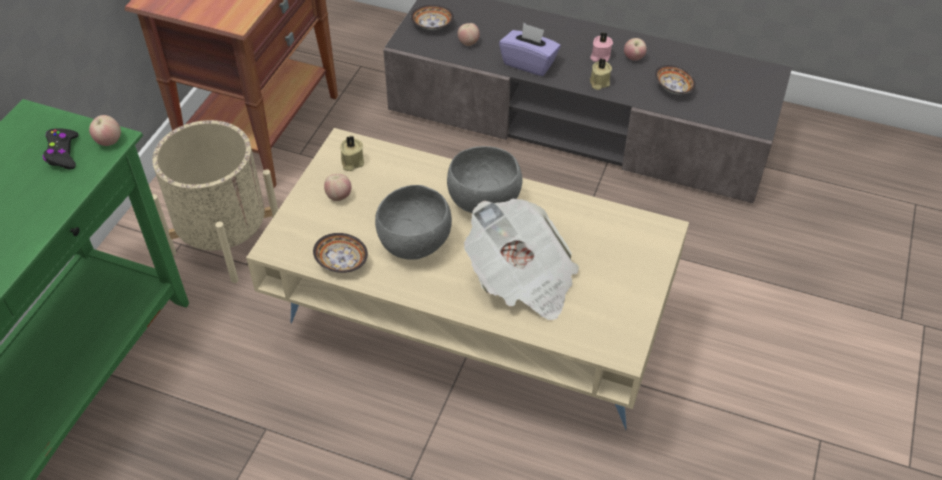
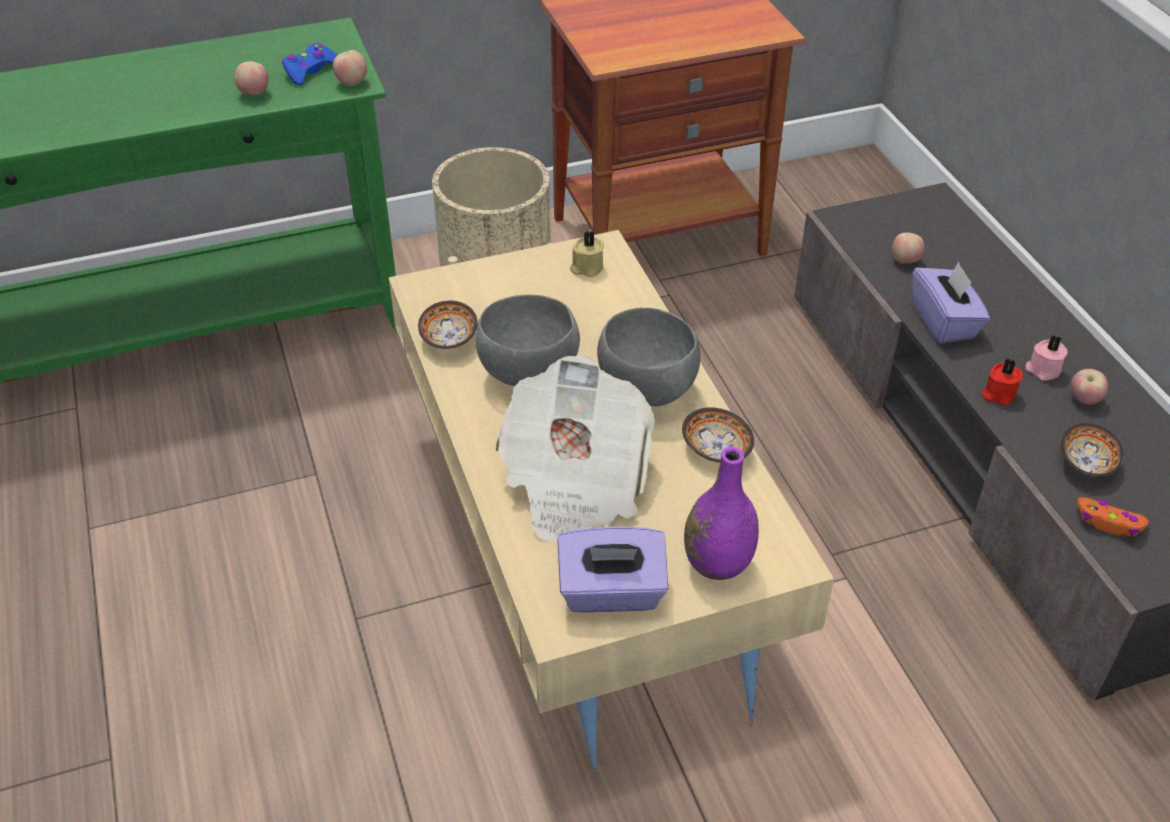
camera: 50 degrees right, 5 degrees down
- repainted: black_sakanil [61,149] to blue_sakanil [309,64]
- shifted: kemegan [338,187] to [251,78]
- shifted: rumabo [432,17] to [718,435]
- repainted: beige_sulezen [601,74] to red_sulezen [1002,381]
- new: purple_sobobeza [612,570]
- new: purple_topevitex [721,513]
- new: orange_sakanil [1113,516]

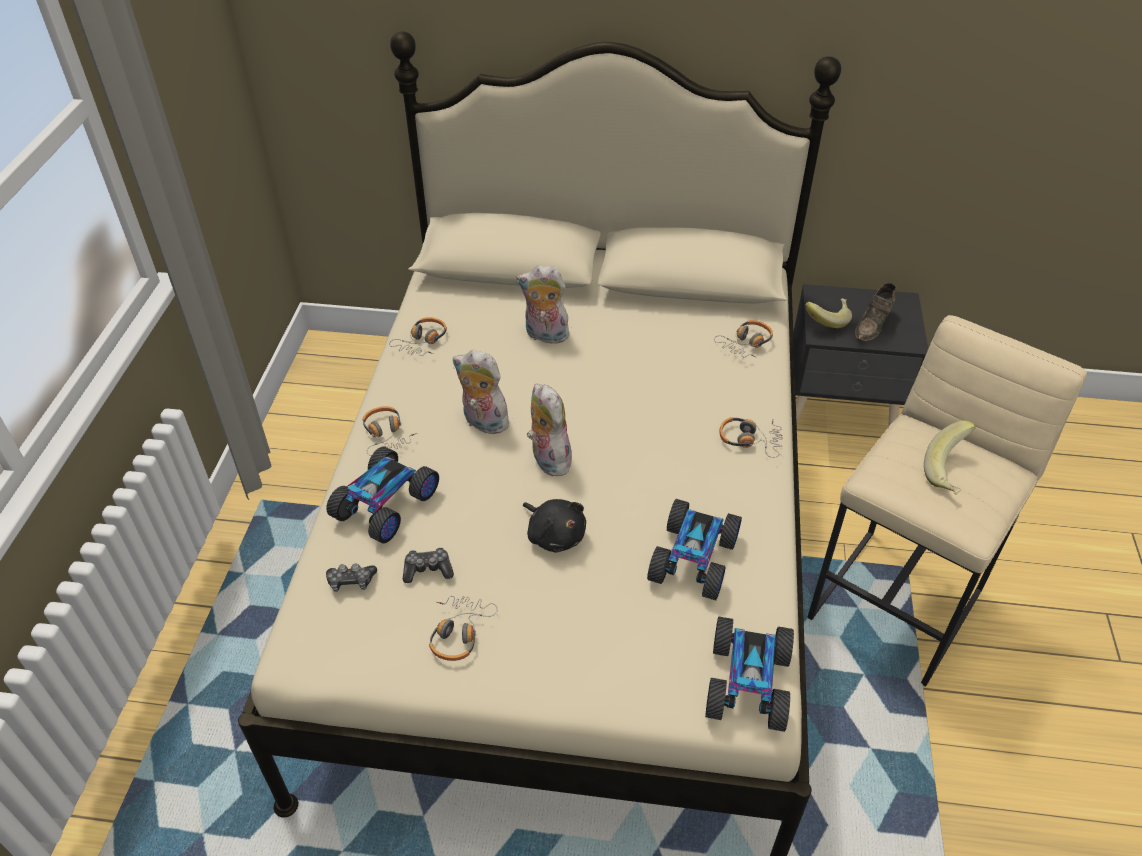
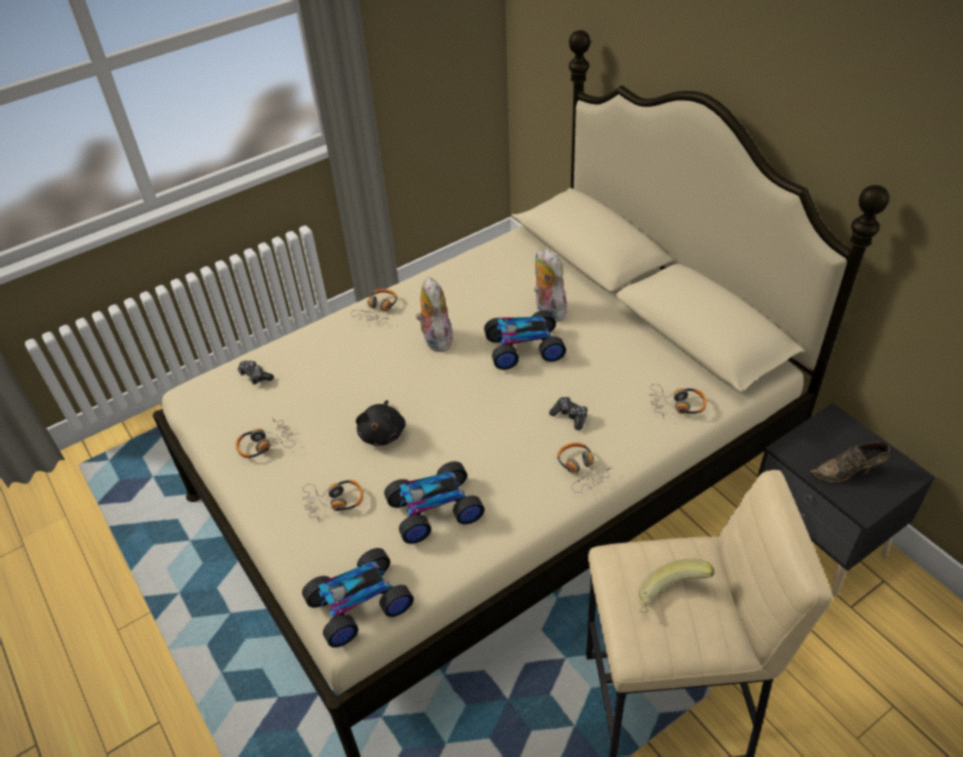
camera: 50 degrees right, 0 degrees up
- shifted: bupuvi [382,495] to [525,340]
- shifted: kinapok [418,336] to [332,500]
- shifted: sakanil [428,565] to [568,413]
- gone: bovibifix [549,429]
- gone: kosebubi [828,313]

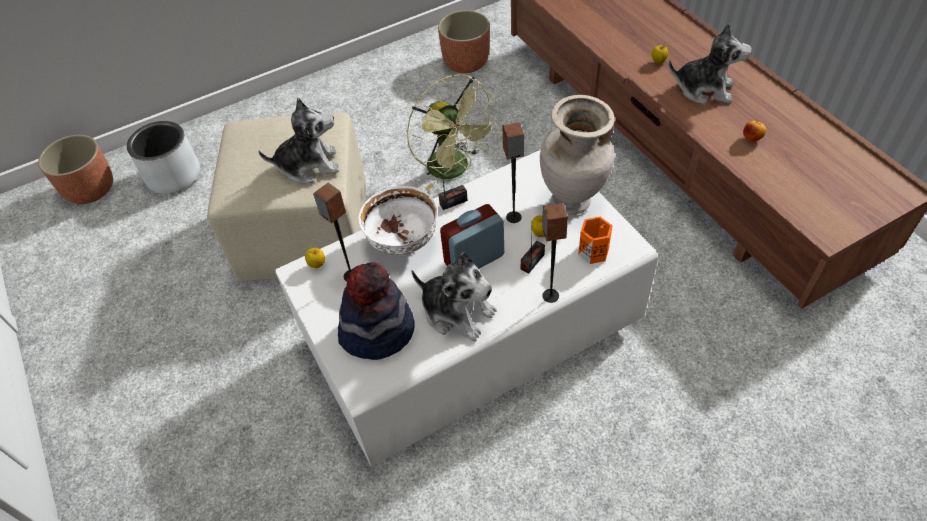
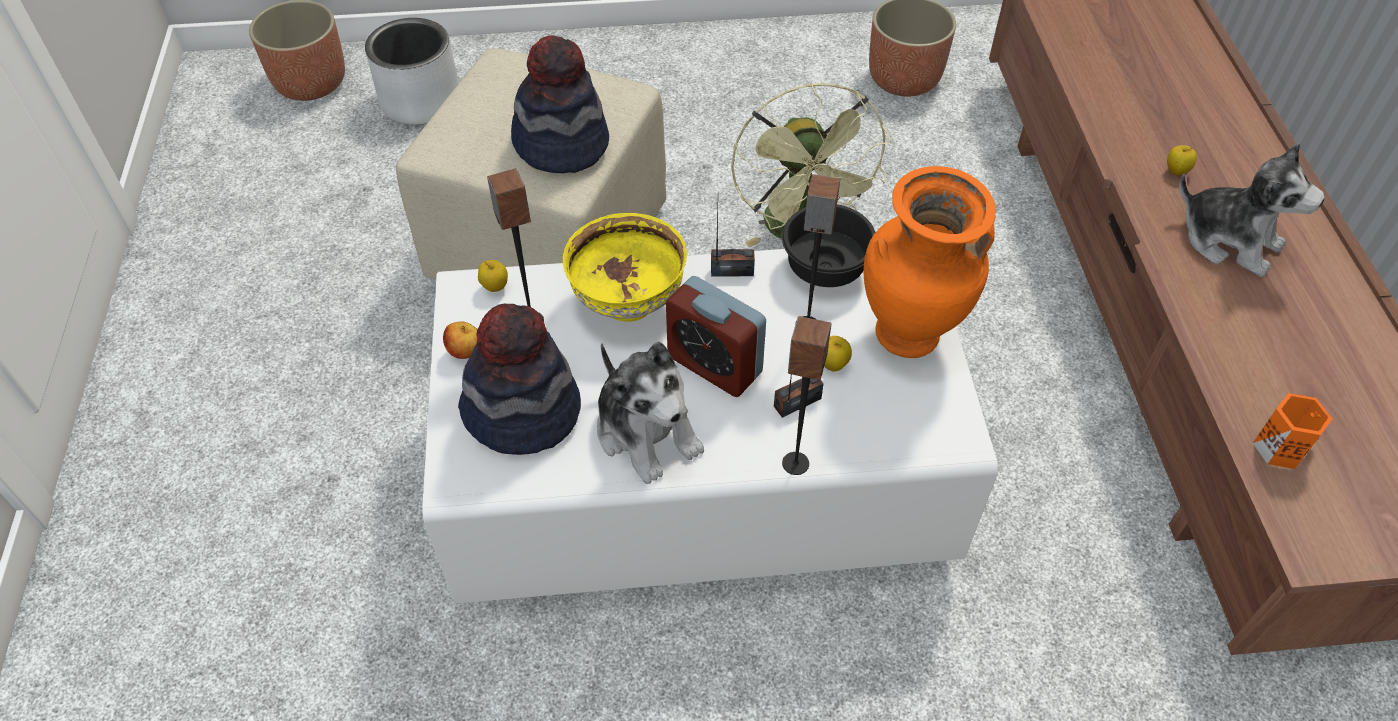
camera: 20 degrees right, 0 degrees up
- swapped: bovibifix [299,140] to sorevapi [560,104]
- repainted: white_rumabo [397,221] to yellow_rumabo [625,267]
- rotated: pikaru [472,236] = [716,336] 135 degrees counterclockwise
- repainted: beige_topevitex [577,155] to orange_topevitex [929,262]
- shifted: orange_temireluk [595,240] to [1292,431]
- shifted: kemegan [754,131] to [460,340]
- new: black_rumabo [828,245]

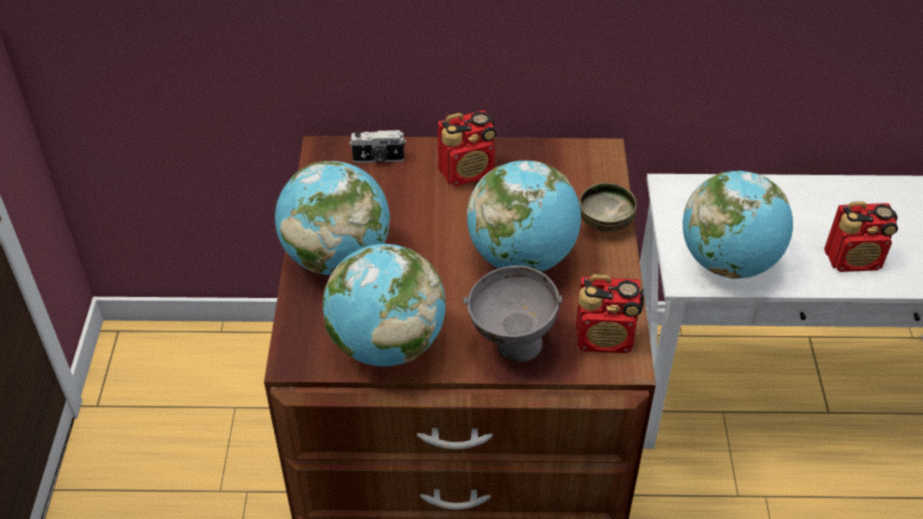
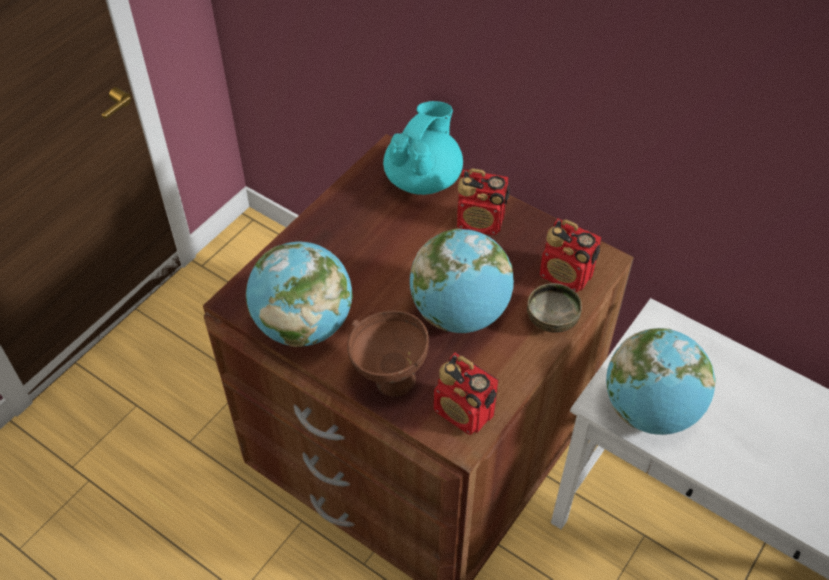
camera: 35 degrees right, 5 degrees up
- gone: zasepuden [332,218]
- swapped: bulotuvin [377,146] to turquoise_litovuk [423,148]
- repainted: grey_rumabo [512,314] to brown_rumabo [388,353]
- shifted: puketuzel [861,236] to [571,255]

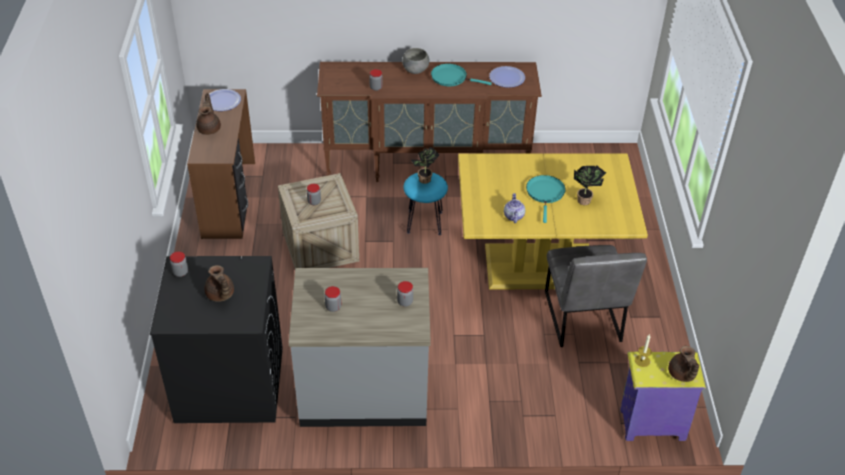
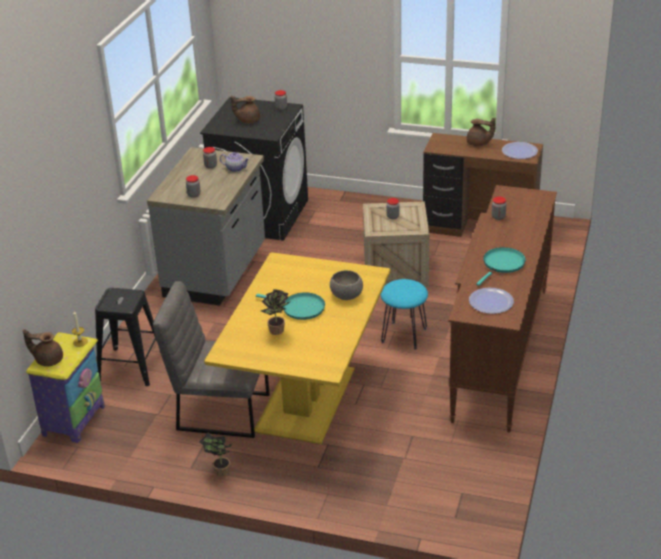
camera: 110 degrees right, 10 degrees down
- shifted: grey_rumabo [415,61] to [346,285]
- shifted: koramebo [425,165] to [215,454]
- shifted: litovuk [514,208] to [235,162]
- new: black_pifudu [128,337]

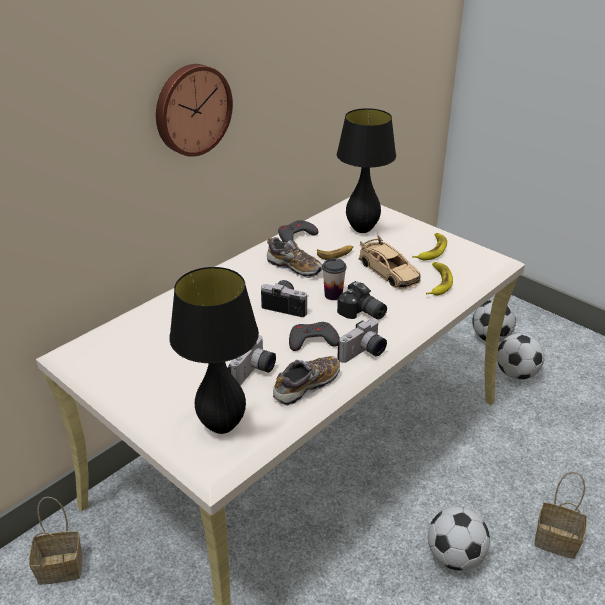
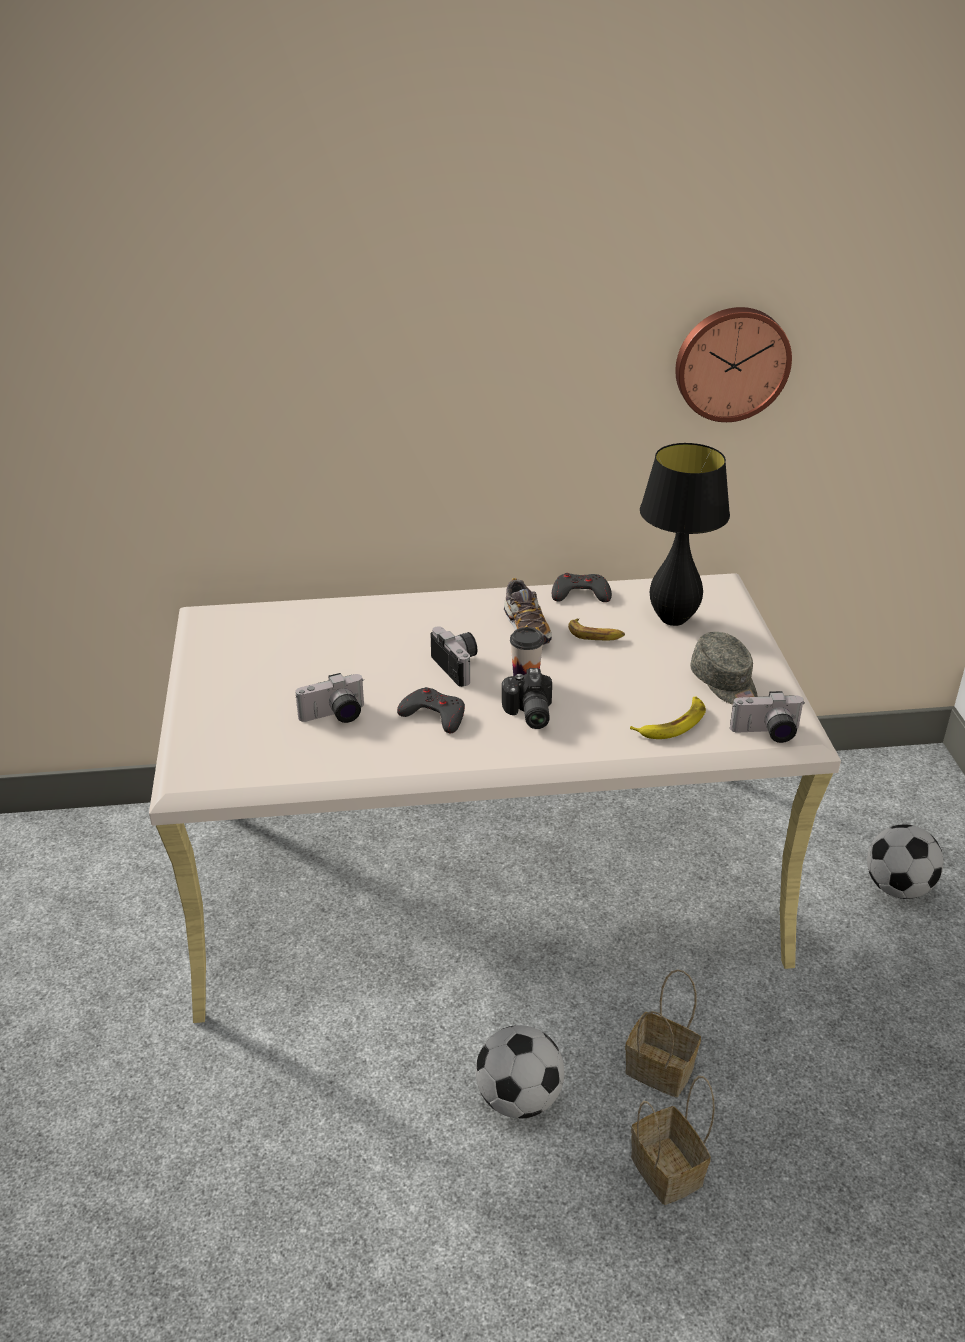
camera: 40 degrees right, 0 degrees up
- shifted: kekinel [56,541] to [663,1033]
- shifted: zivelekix [194,110] to [733,364]
- gone: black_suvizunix [214,350]
- gone: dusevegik [306,380]
- shifted: bulotuvin [362,341] to [767,717]
- gone: beige_bupuvi [389,262]
- swapped: kosebubi [429,246] to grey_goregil [723,668]
- gone: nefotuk [520,356]

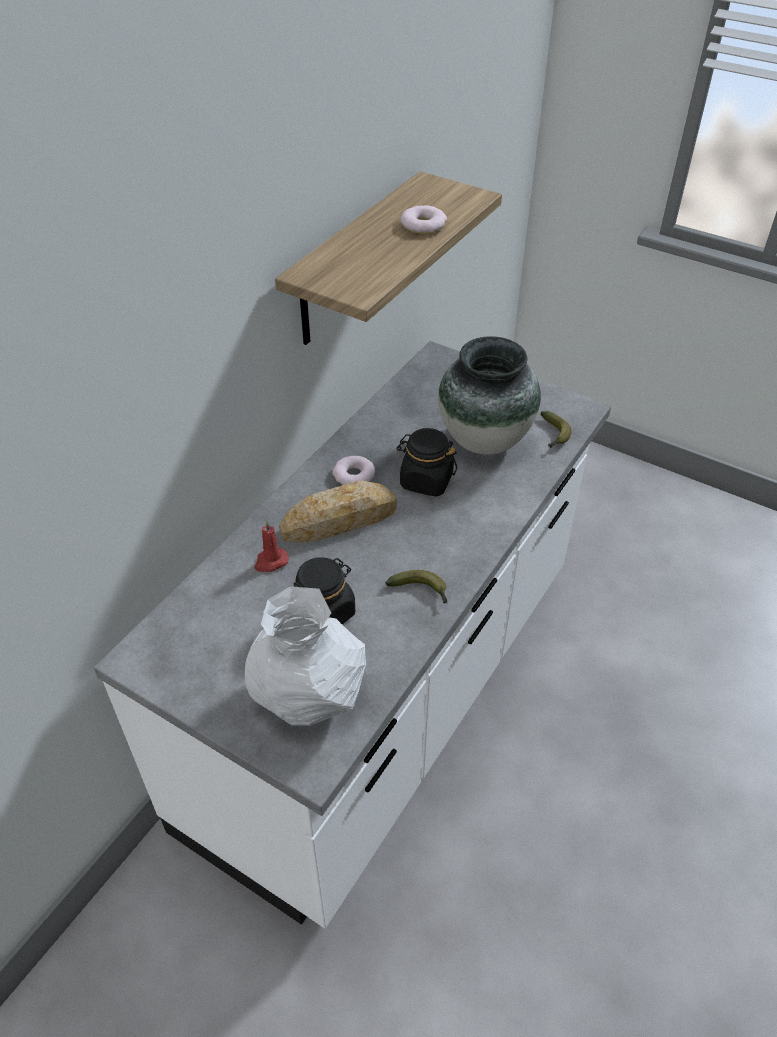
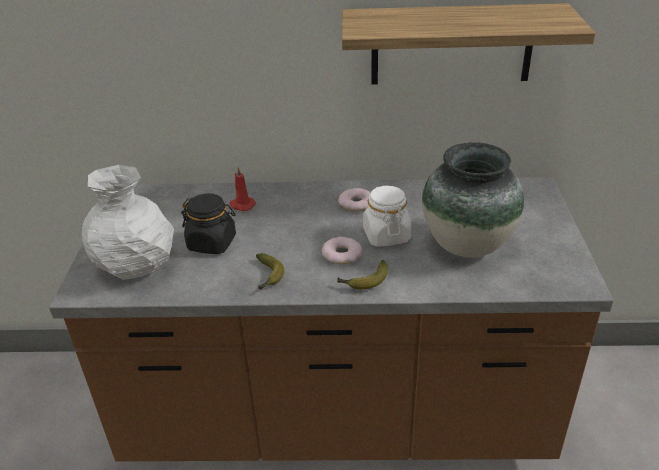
camera: 60 degrees right, 10 degrees down
- repainted: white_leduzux [352,634] to brown_leduzux [331,319]
- gone: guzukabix [338,511]
- repainted: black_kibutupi [427,462] to white_kibutupi [387,216]
- shifted: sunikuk [423,219] to [342,250]
- shifted: kosebubi [556,429] to [362,274]

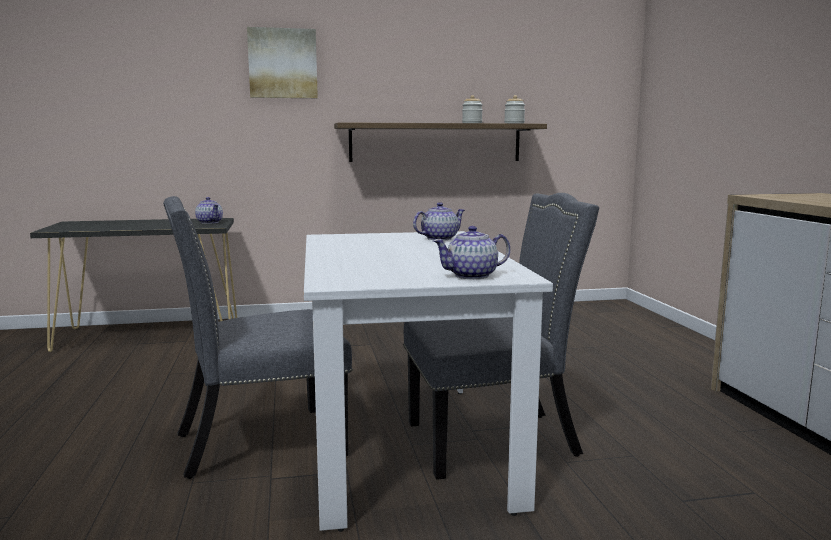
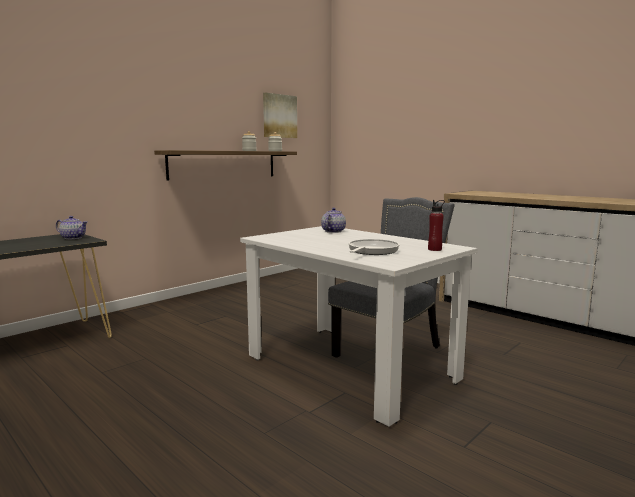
camera: 35 degrees left, 0 degrees up
- gone: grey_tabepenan [258,337]
- shifted: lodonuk [282,62] to [280,115]
- swapped: litovuk [471,252] to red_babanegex [436,225]
- new: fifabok [373,247]

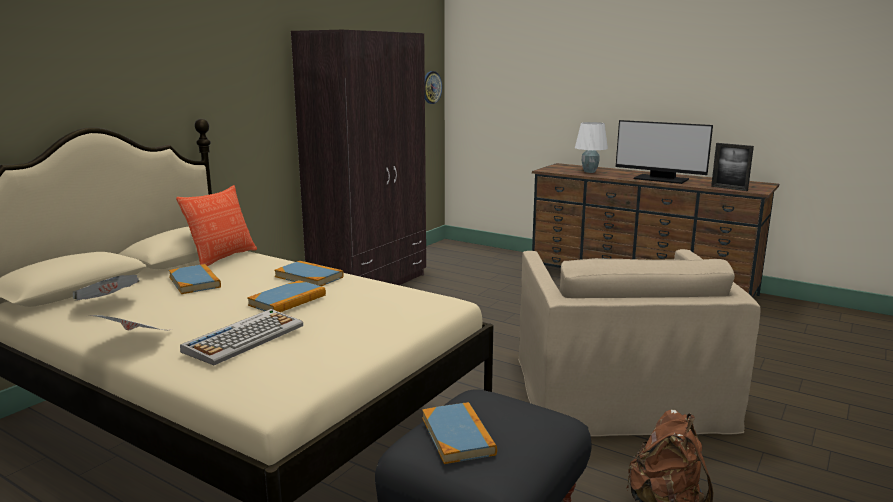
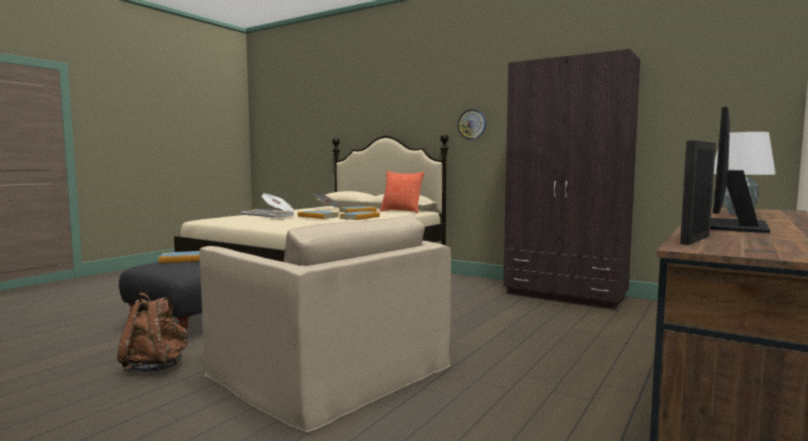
camera: 90 degrees right, 10 degrees down
- shifted: zivelekix [433,87] to [472,124]
- rotated: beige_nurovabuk [639,343] = [325,324] 135 degrees counterclockwise

